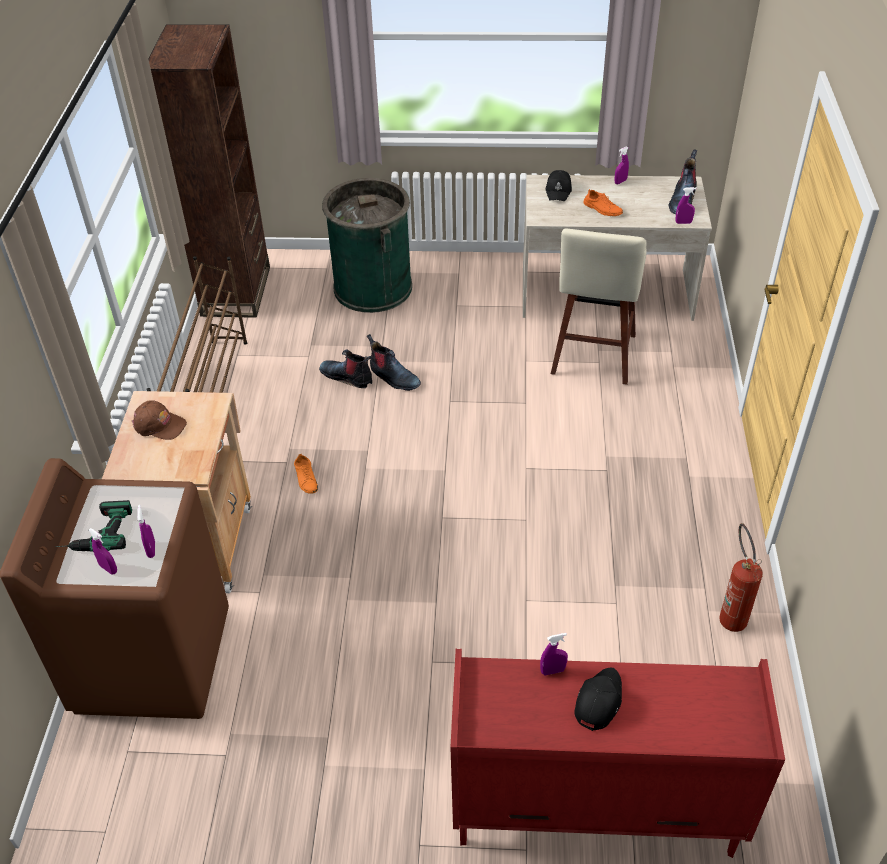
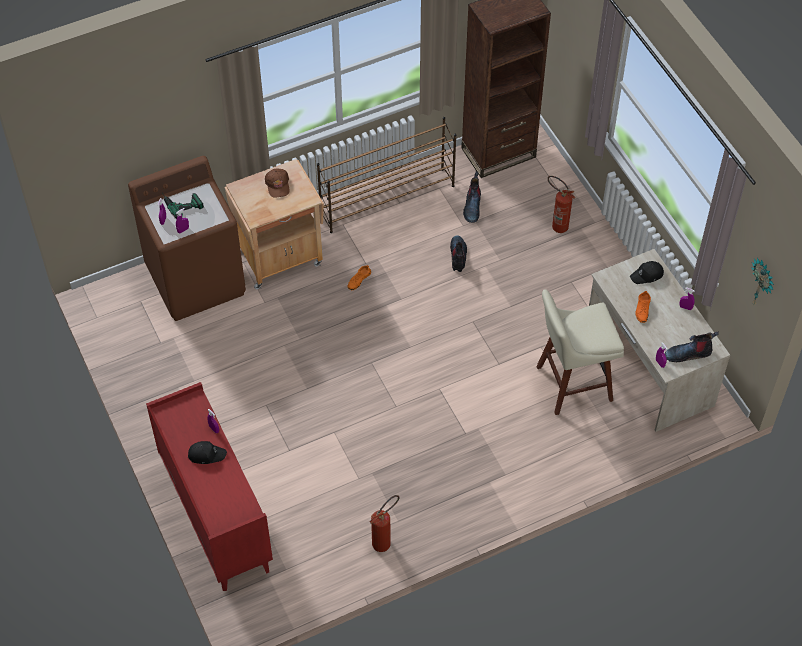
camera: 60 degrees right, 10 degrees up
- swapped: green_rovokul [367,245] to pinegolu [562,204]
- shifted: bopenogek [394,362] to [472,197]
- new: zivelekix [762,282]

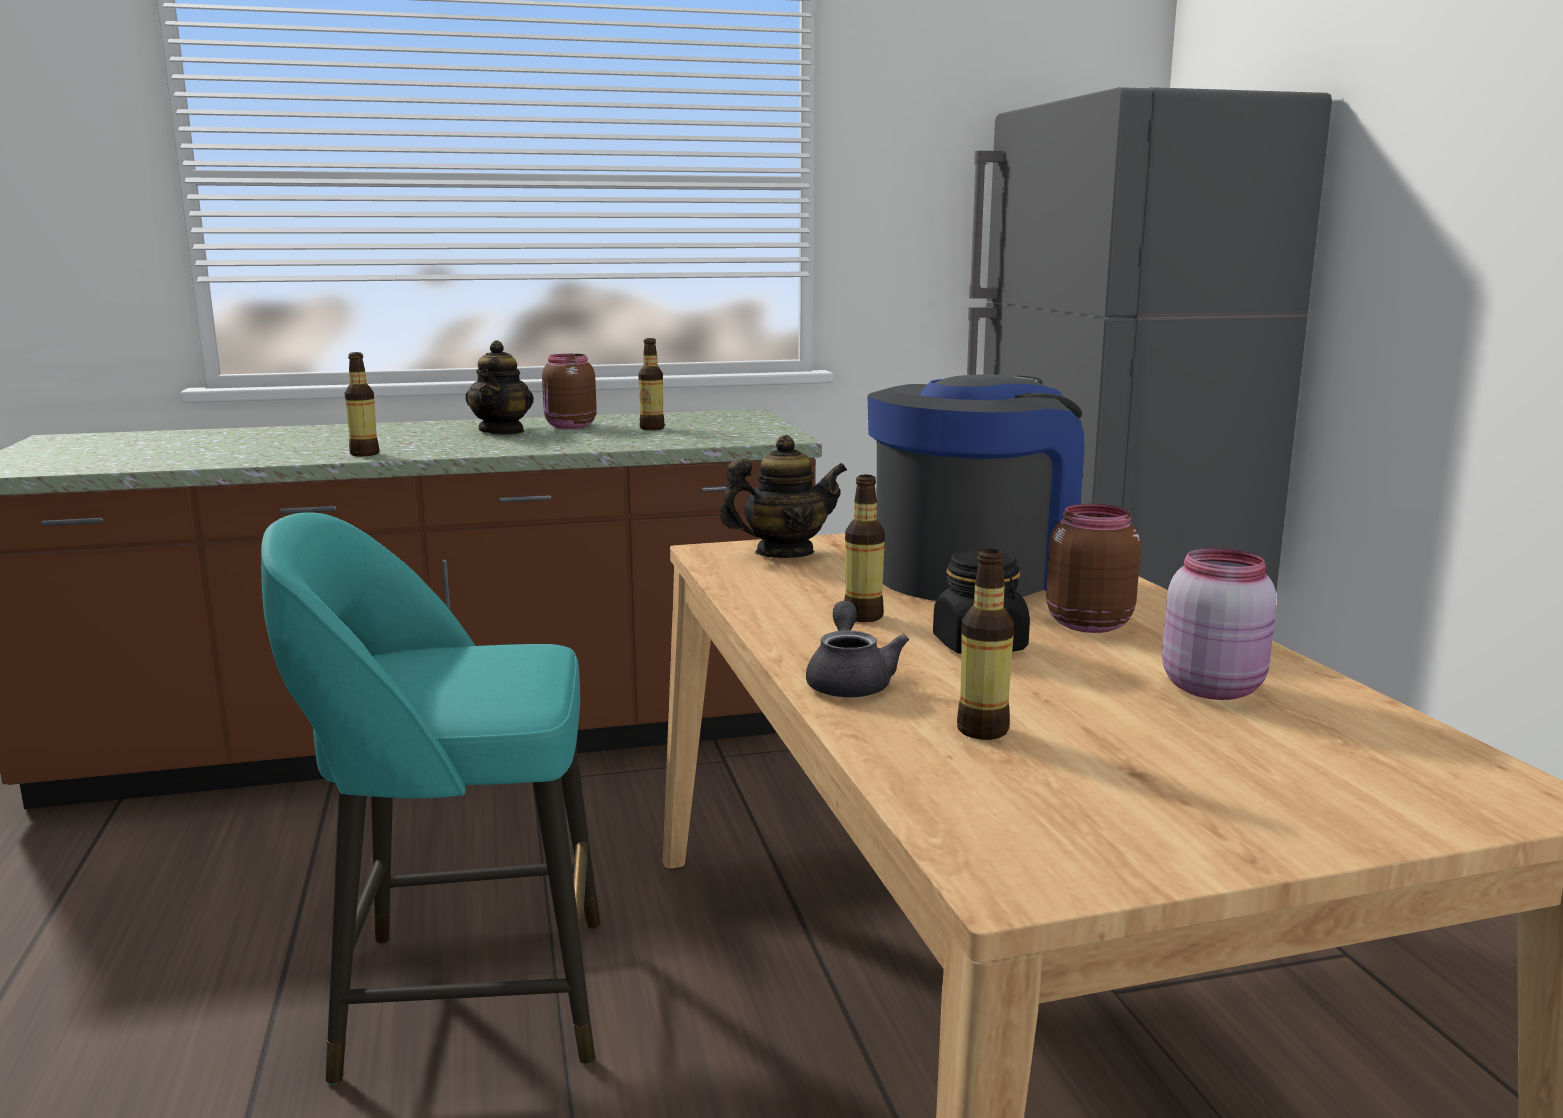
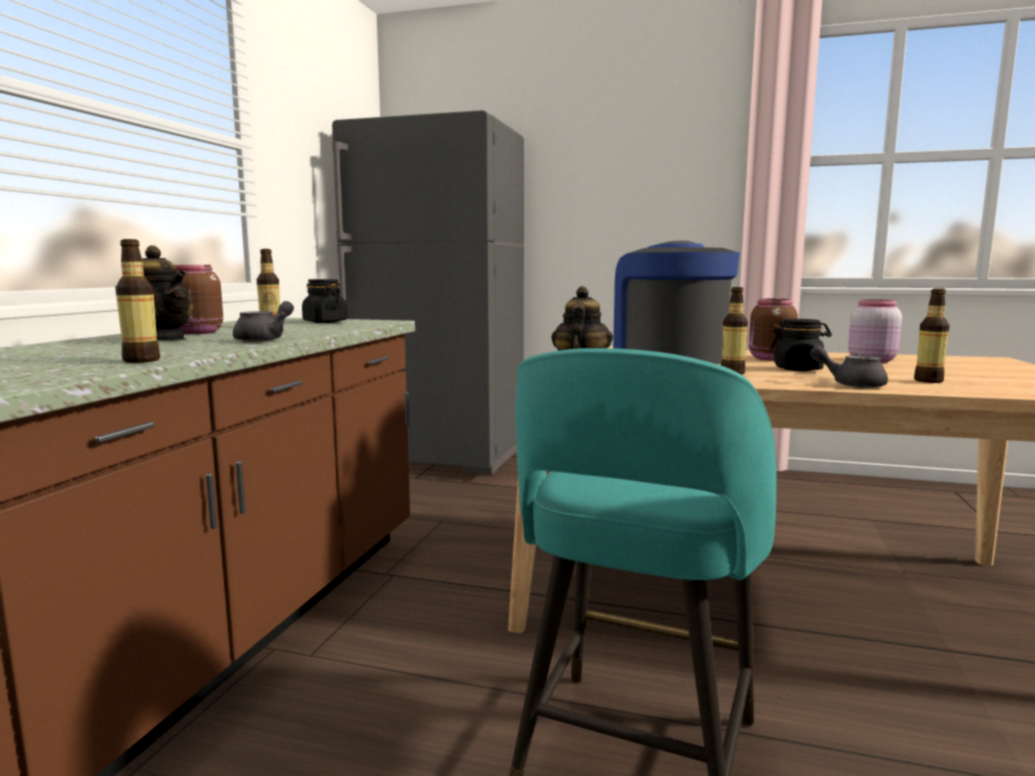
camera: 60 degrees left, 5 degrees down
- new: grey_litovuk [263,321]
- new: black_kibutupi [325,301]

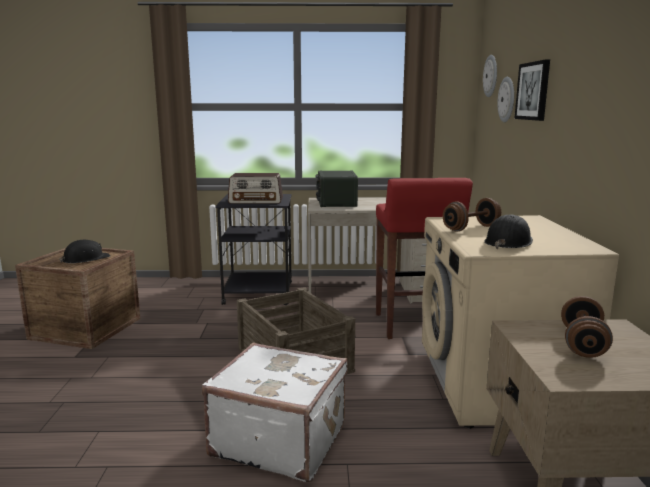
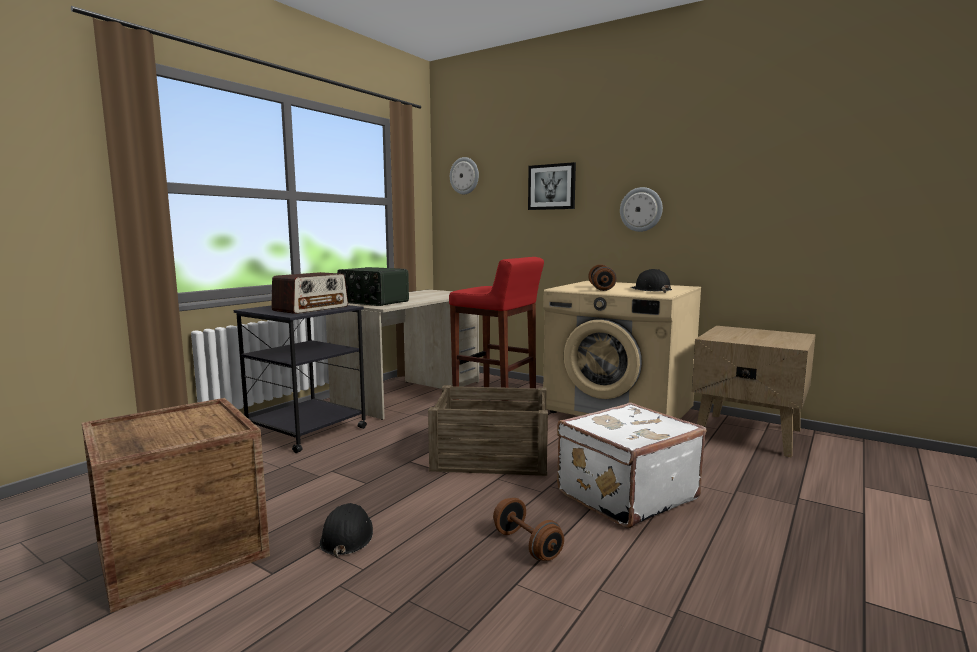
camera: 55 degrees left, 5 degrees down
- shifted: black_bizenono [85,251] to [346,530]
- shifted: zivelekix [506,99] to [641,209]
- shifted: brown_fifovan [587,327] to [528,529]

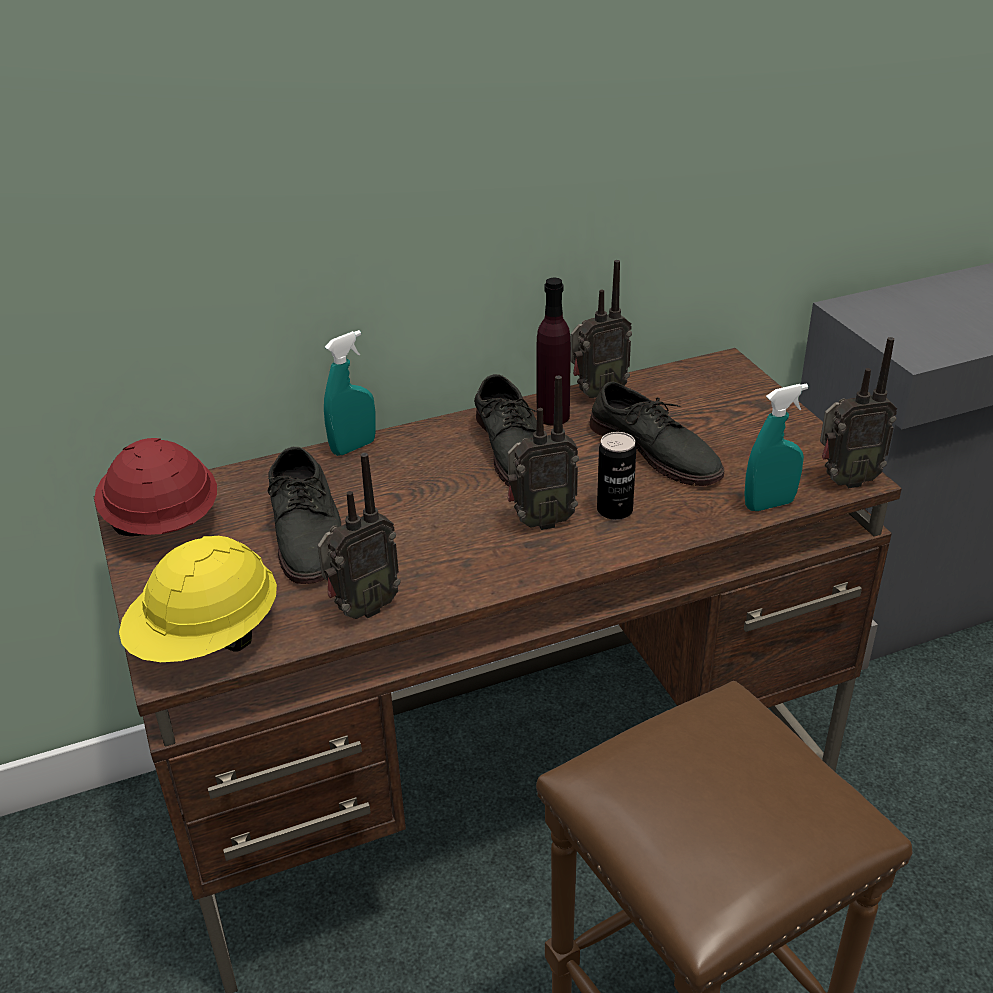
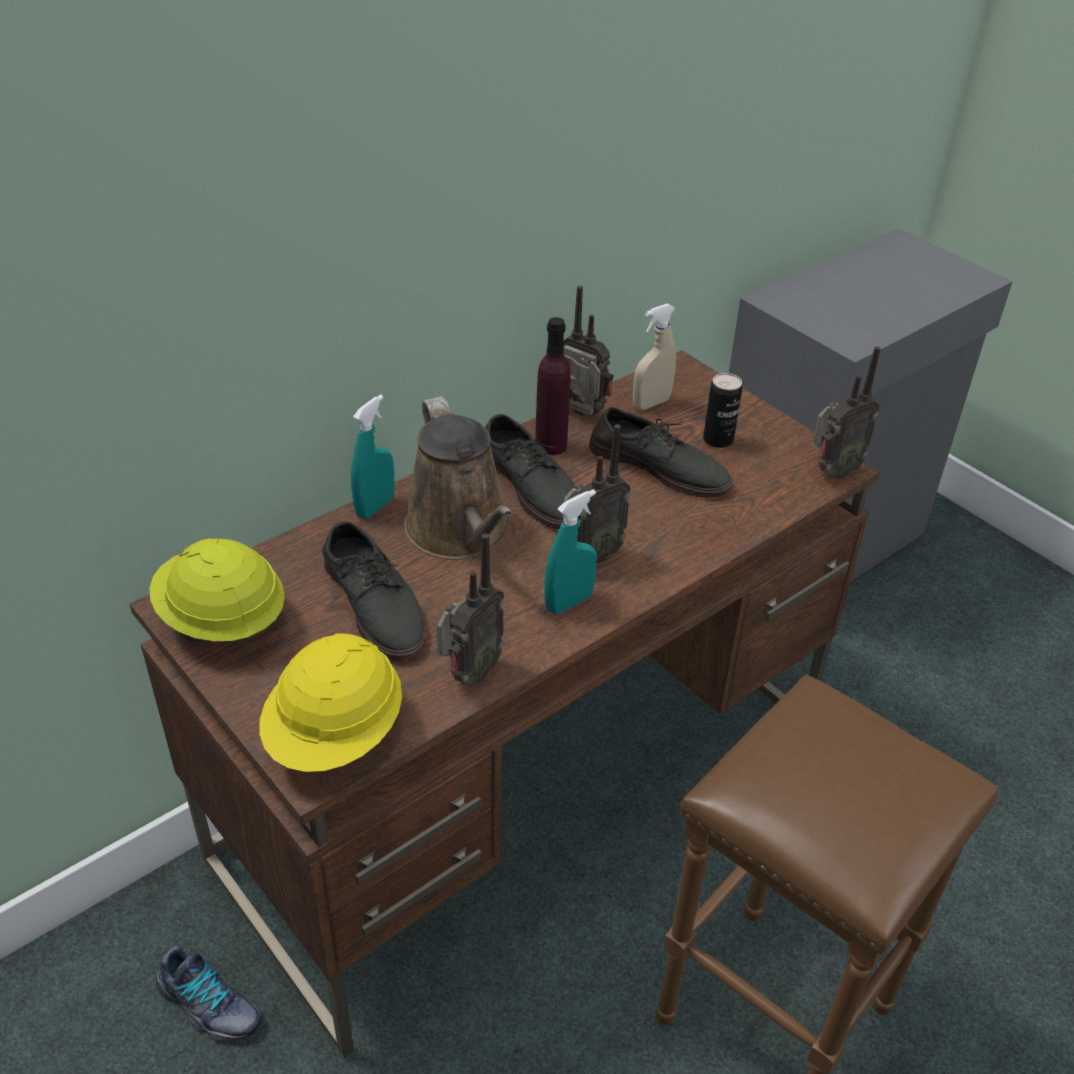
camera: 20 degrees left, 5 degrees up
- repainted: red_bizenono [155,487] to yellow_bizenono [217,590]
- rotated: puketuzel [601,329] = [588,351] 105 degrees counterclockwise
- shifted: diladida [616,476] to [722,410]
- shifted: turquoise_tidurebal [776,447] to [570,551]
- new: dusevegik [209,993]
- new: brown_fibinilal [458,478]
- new: beige_tidurebal [654,356]

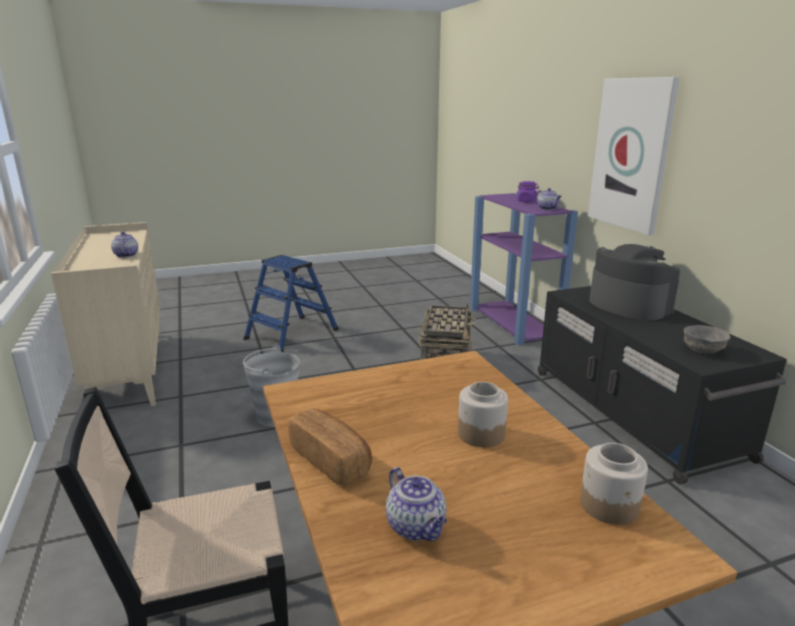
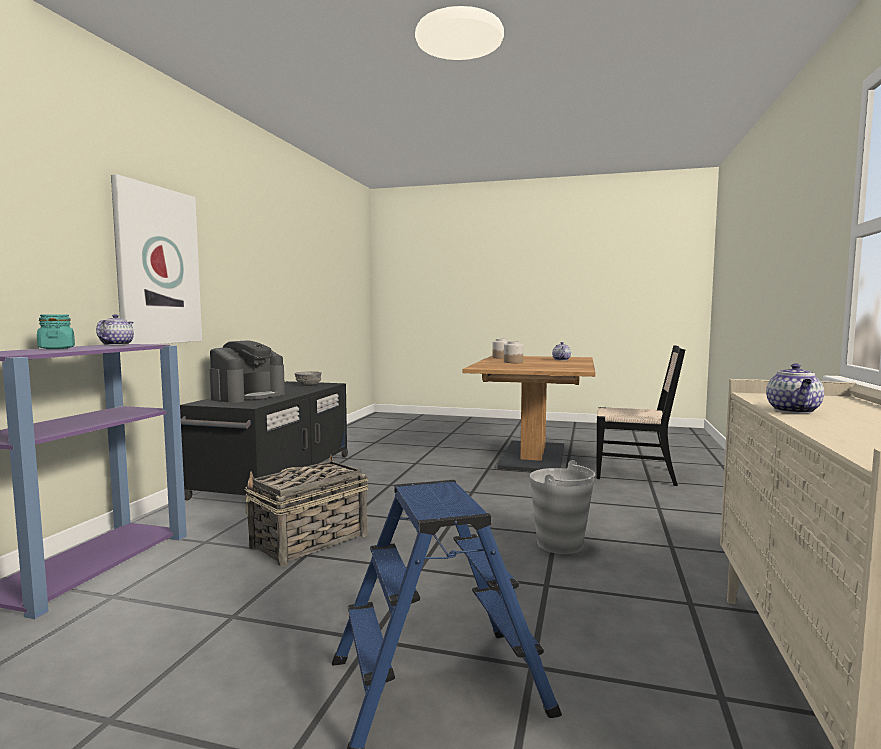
camera: 145 degrees left, 15 degrees down
- gone: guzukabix [330,447]
- repainted: purple_kibutupi [528,191] to turquoise_kibutupi [56,331]
- rotated: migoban [634,282] = [247,371] 150 degrees counterclockwise

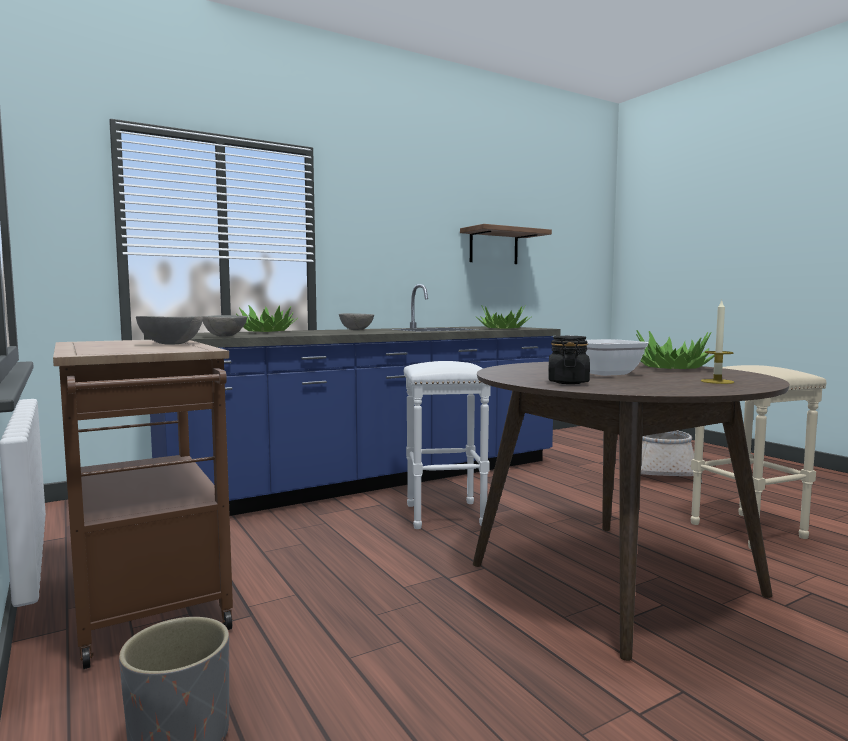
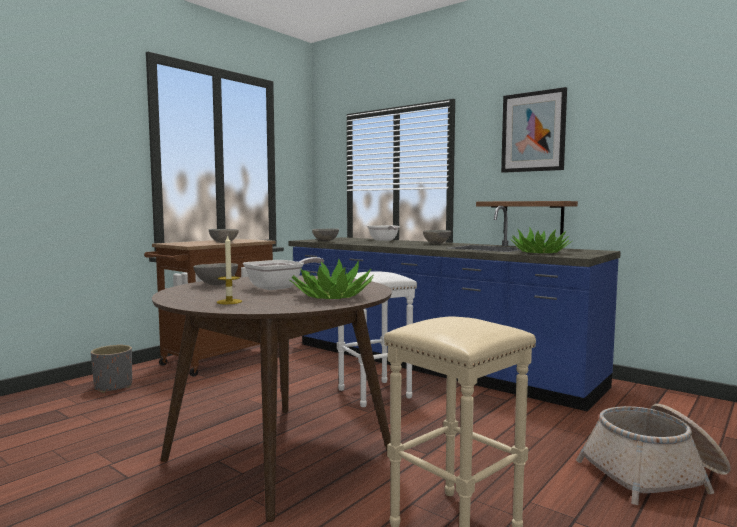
camera: 70 degrees right, 0 degrees up
- swapped: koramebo [267,318] to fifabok [383,233]
- shifted: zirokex [506,244] to [527,218]
- swapped: black_kibutupi [569,360] to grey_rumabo [215,274]
- new: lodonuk [534,130]

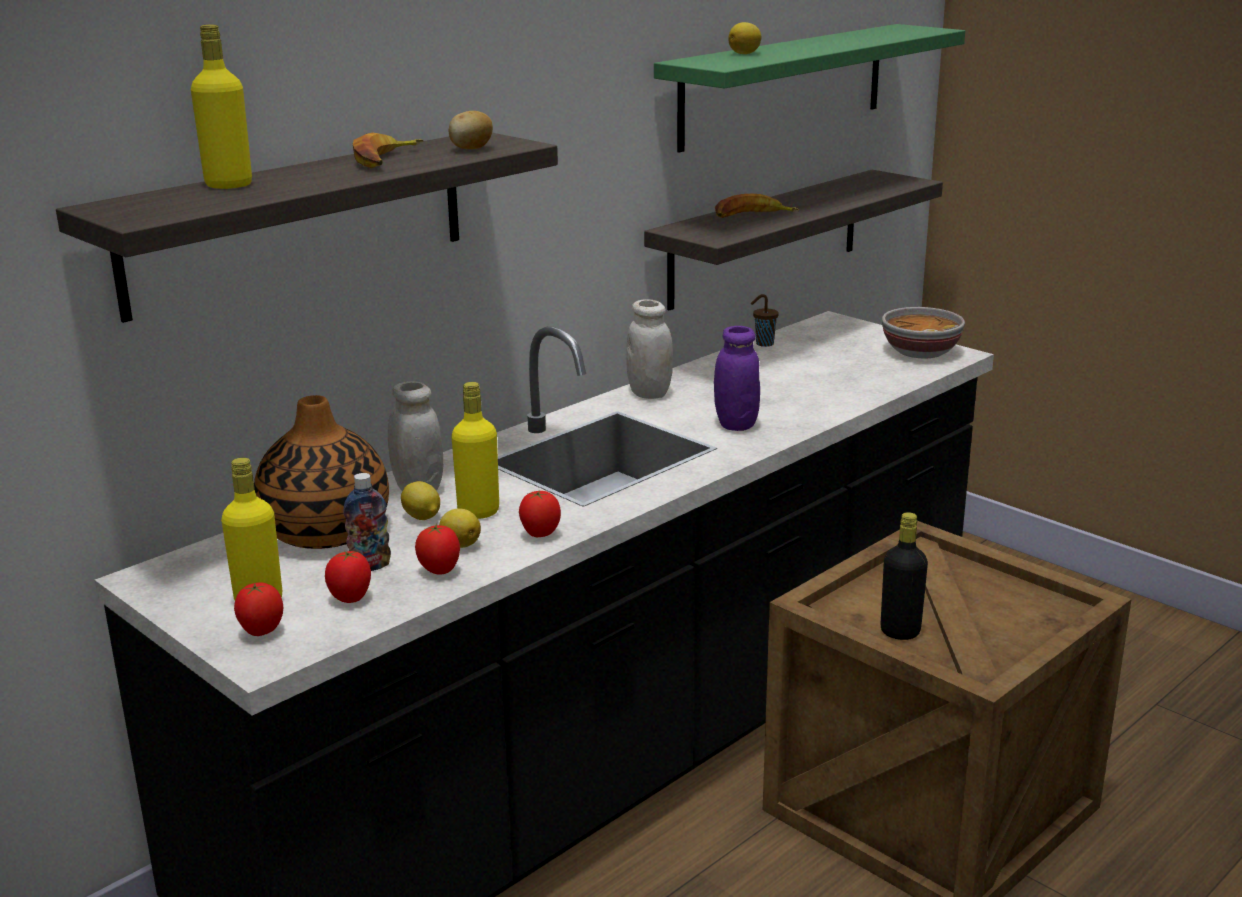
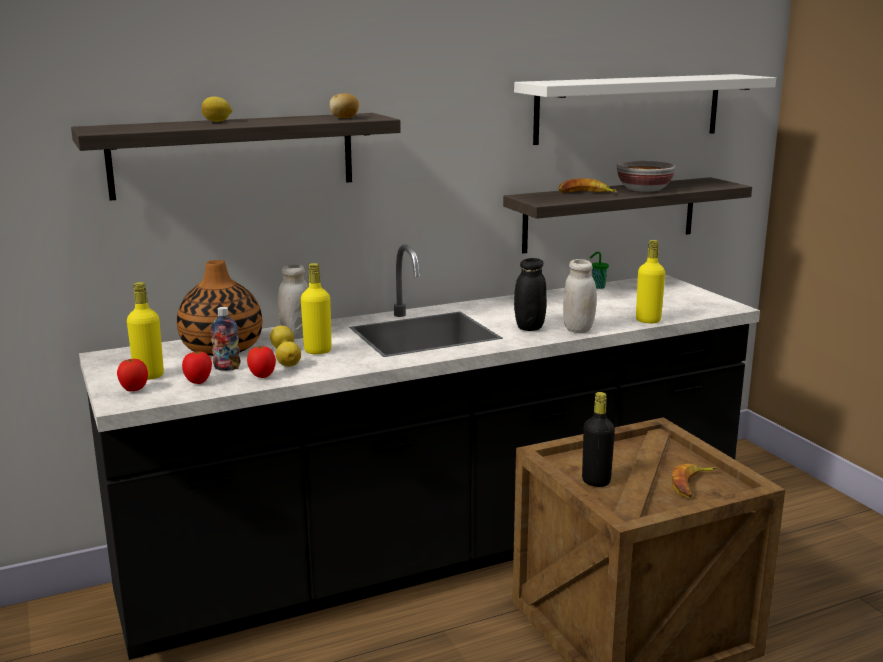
camera: 20 degrees right, 5 degrees down
- shifted: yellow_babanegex [221,106] to [650,281]
- shifted: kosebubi [388,150] to [694,480]
- gone: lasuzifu [540,514]
- shifted: white_kibutupi [649,349] to [580,296]
- repainted: green_zirokex [809,88] to white_zirokex [645,109]
- repainted: purple_kibutupi [737,378] to black_kibutupi [530,294]
- shifted: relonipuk [744,38] to [217,109]
- repainted: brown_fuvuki [765,320] to green_fuvuki [599,270]
- shifted: rumabo [923,332] to [646,176]

